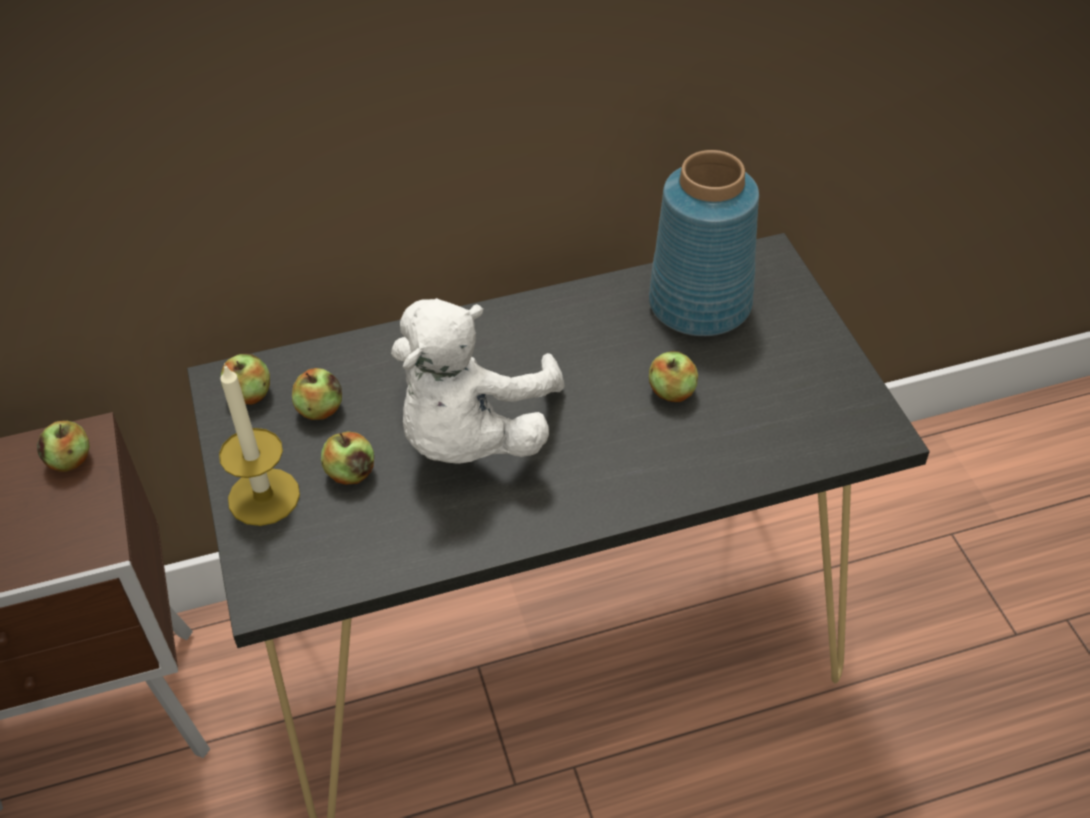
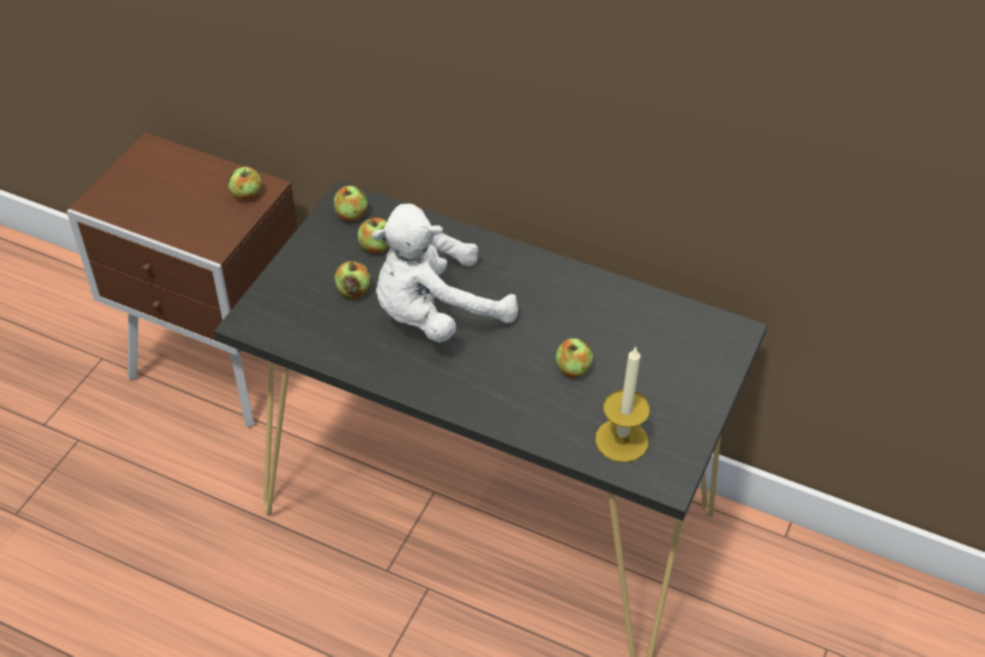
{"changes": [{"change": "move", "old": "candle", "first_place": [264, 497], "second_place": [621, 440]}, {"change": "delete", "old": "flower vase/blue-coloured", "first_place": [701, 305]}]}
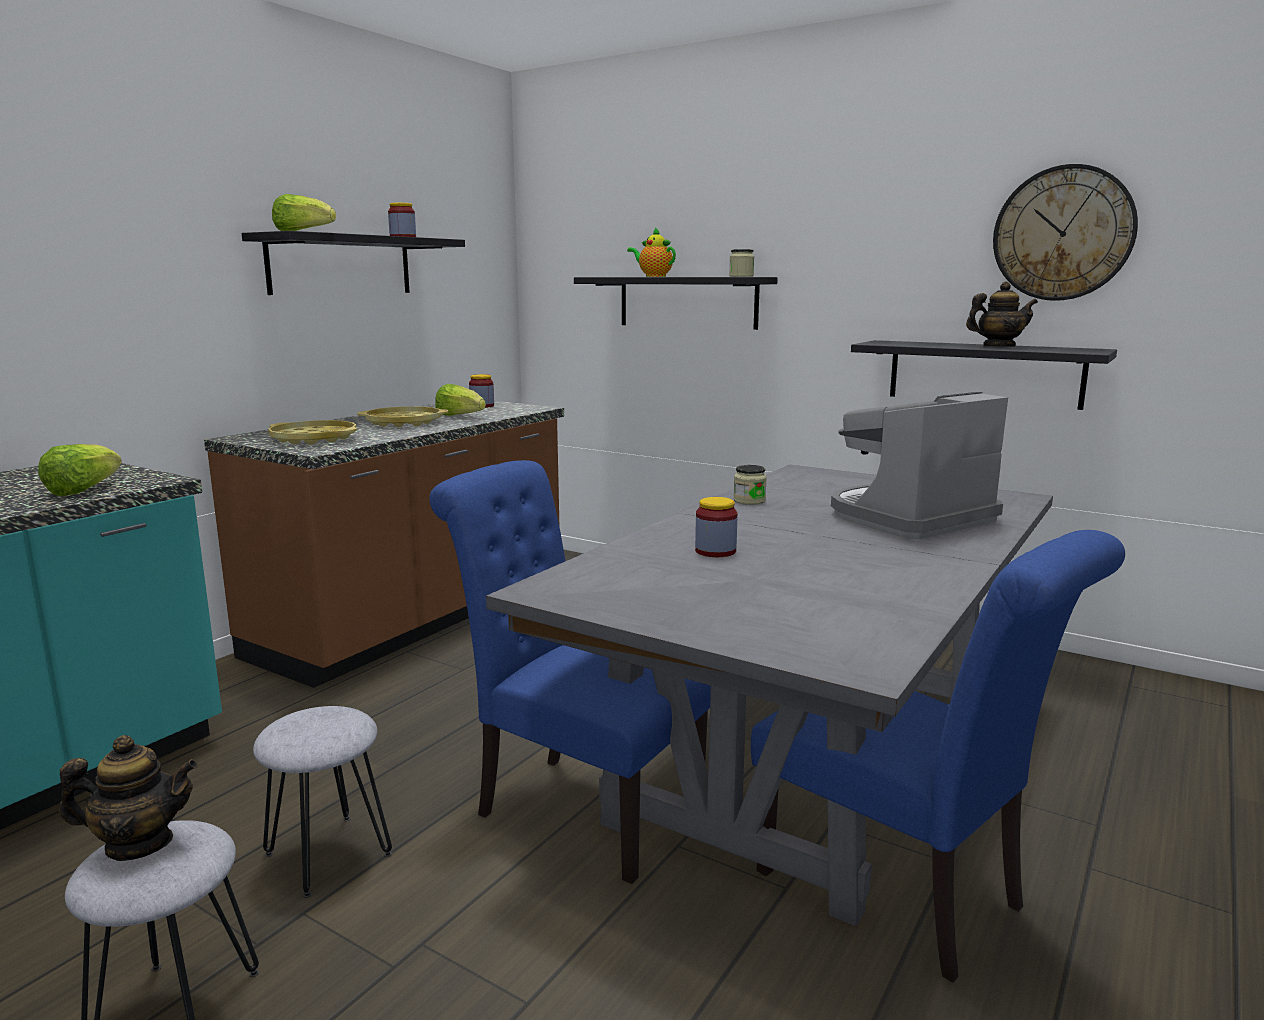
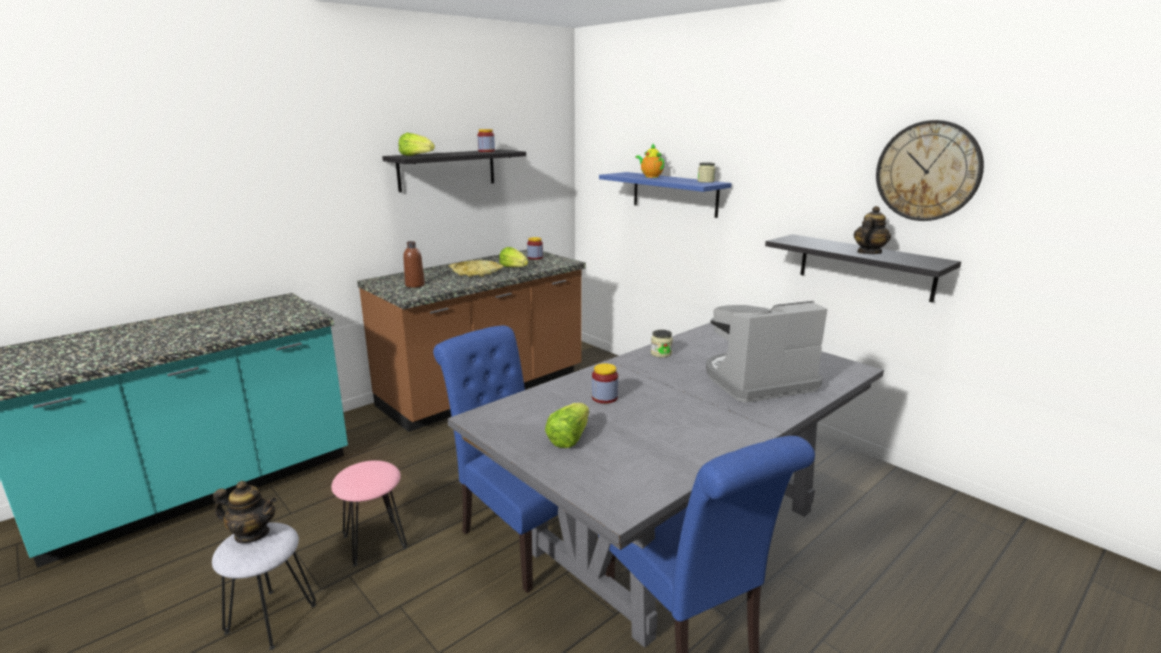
{"changes": [{"change": "recolor", "old": "stool/greyish", "new": "stool/pink", "first_place": [328, 855], "second_place": [375, 542]}, {"change": "replace", "old": "carrying tray/yellowish", "new": "beverage bottle/brownish", "first_place": [314, 439], "second_place": [415, 285]}, {"change": "move", "old": "lettuce", "first_place": [83, 490], "second_place": [569, 438]}, {"change": "recolor", "old": "shelf/black-coloured", "new": "shelf/blue-coloured", "first_place": [687, 302], "second_place": [674, 194]}, {"change": "rotate", "old": "teapot", "first_place": [998, 347], "second_place": [868, 252], "degrees": -60}]}
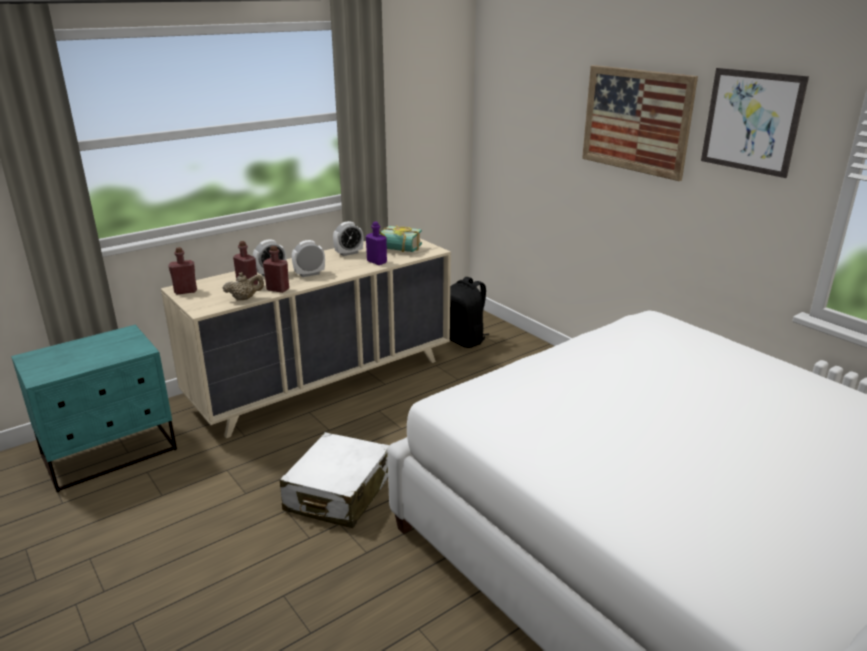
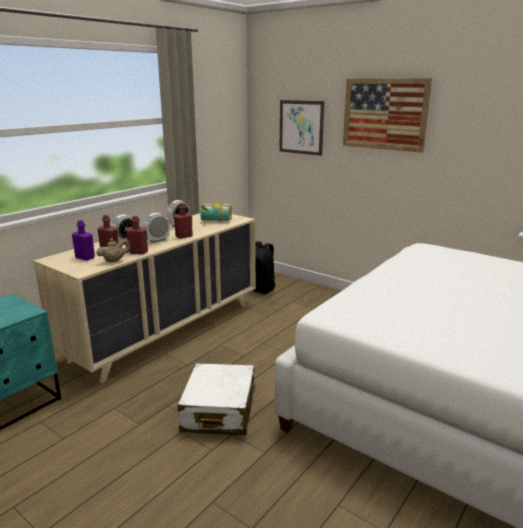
{"changes": [{"change": "move", "old": "beverage bottle/purple", "first_place": [377, 262], "second_place": [85, 258]}, {"change": "move", "old": "beverage bottle/red", "first_place": [185, 291], "second_place": [184, 236]}, {"change": "move", "old": "wall picture", "first_place": [751, 121], "second_place": [301, 127]}]}
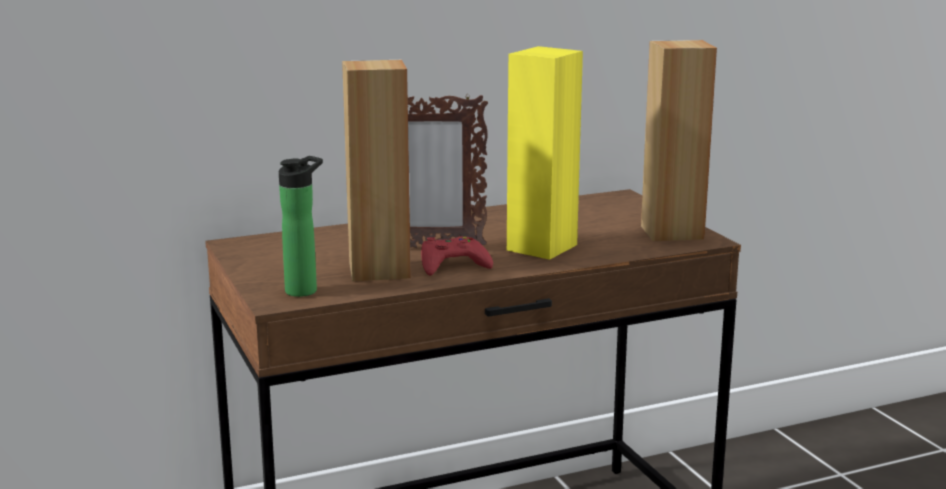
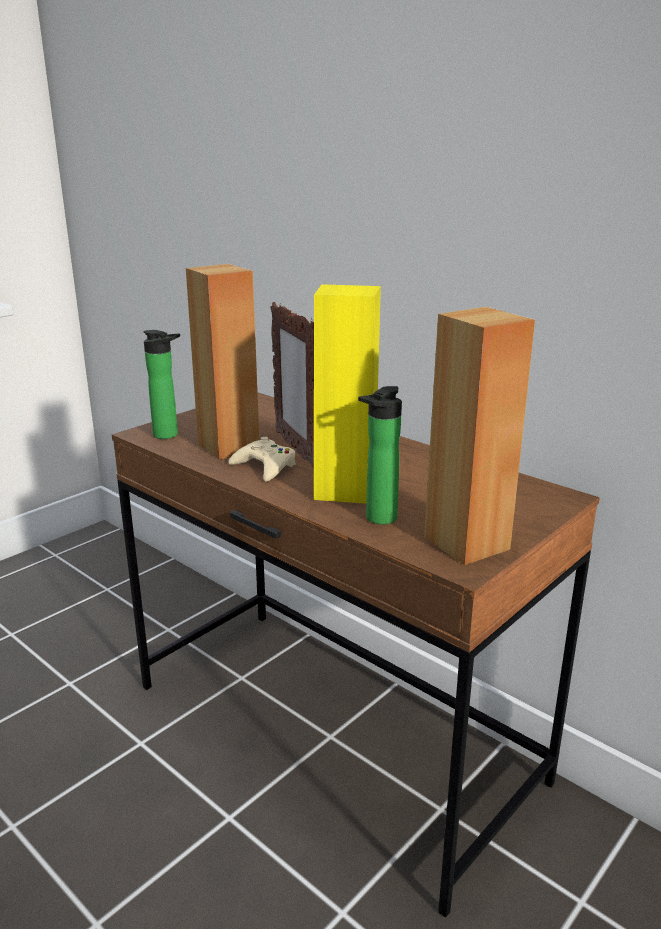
{"changes": [{"change": "recolor", "old": "joypad/red", "new": "joypad/beige-coloured", "first_place": [452, 264], "second_place": [265, 466]}, {"change": "insert", "new": "beverage bottle", "second_place": [378, 519]}]}
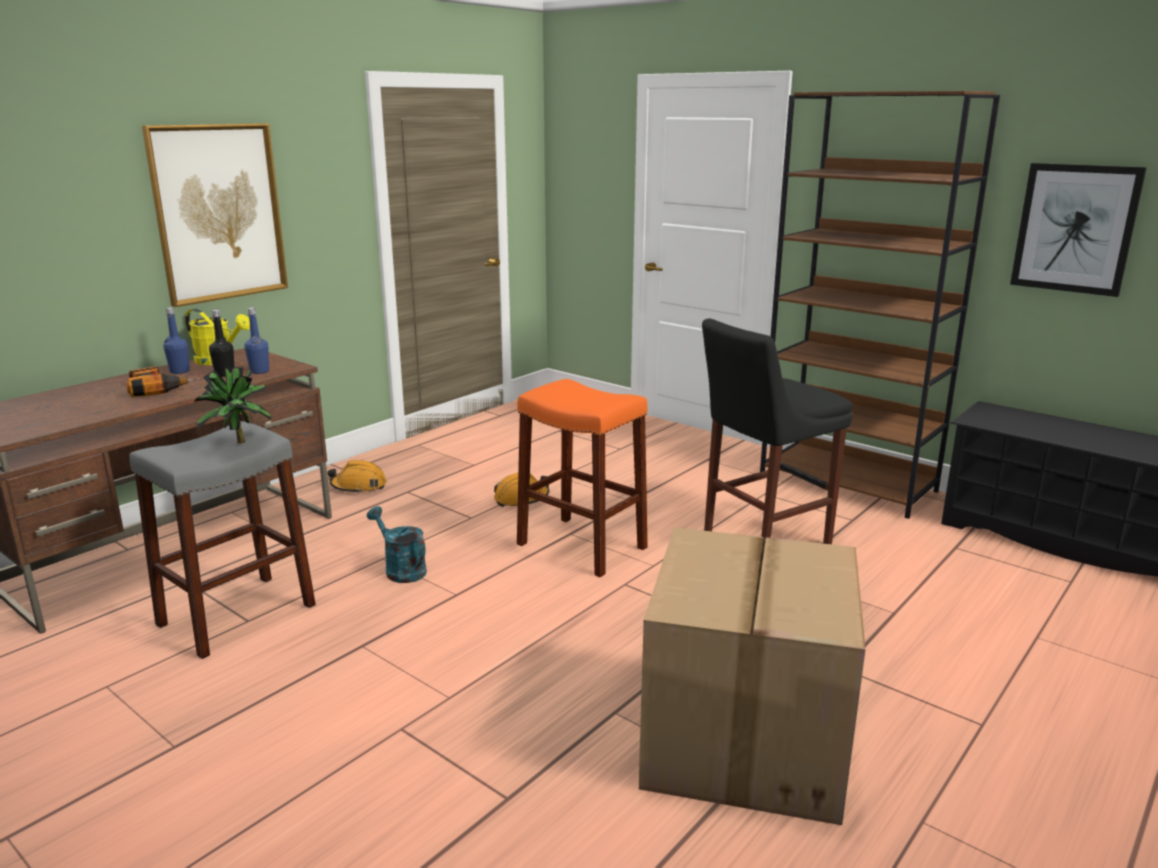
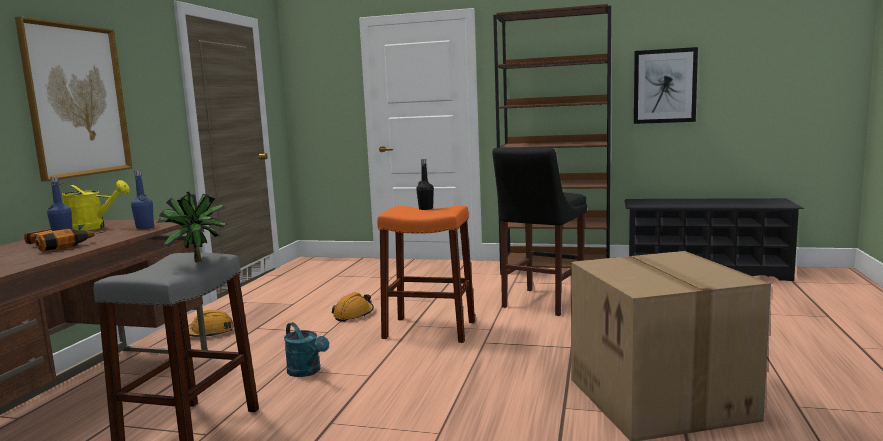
{"changes": [{"change": "rotate", "old": "watering can/turquoise", "first_place": [401, 569], "second_place": [307, 372], "degrees": -150}, {"change": "move", "old": "beverage bottle/black-coloured", "first_place": [225, 374], "second_place": [425, 208]}]}
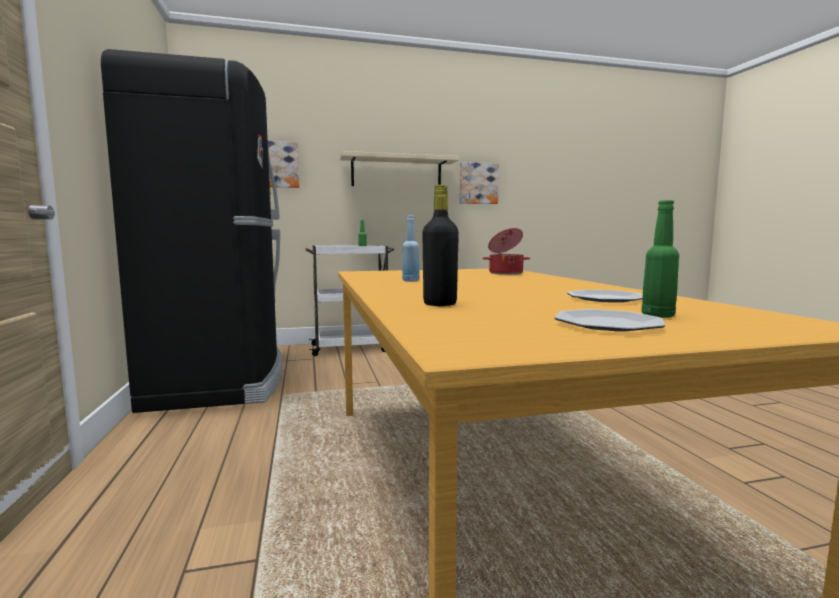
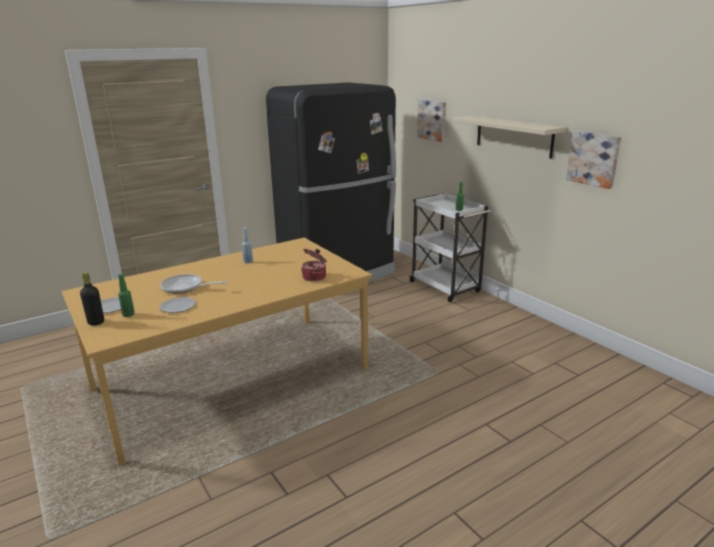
{"changes": [{"change": "move", "old": "beverage bottle/black-coloured", "first_place": [440, 304], "second_place": [96, 322]}, {"change": "insert", "new": "pan", "second_place": [185, 288]}]}
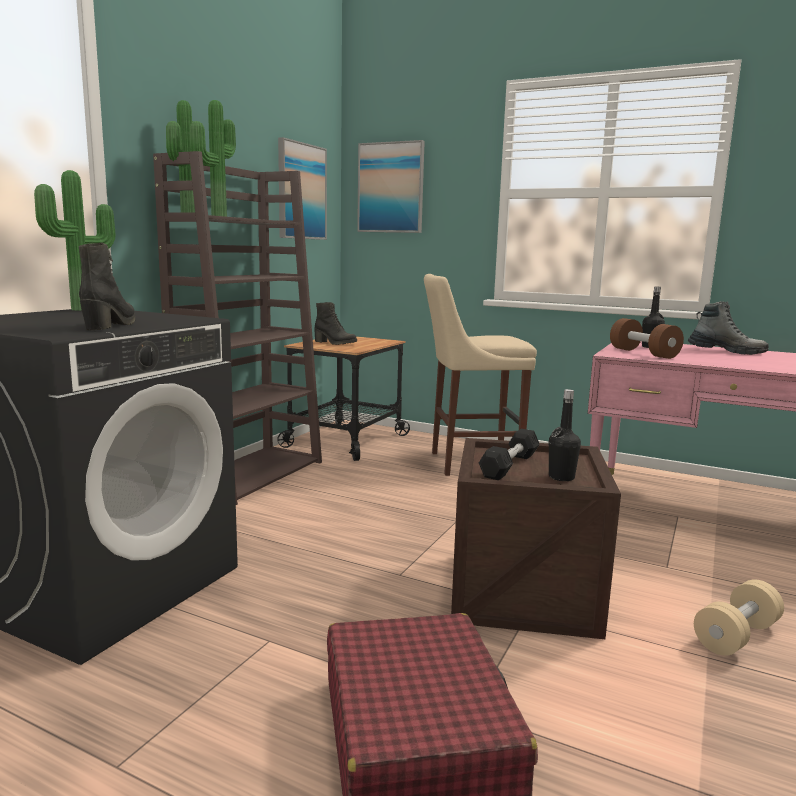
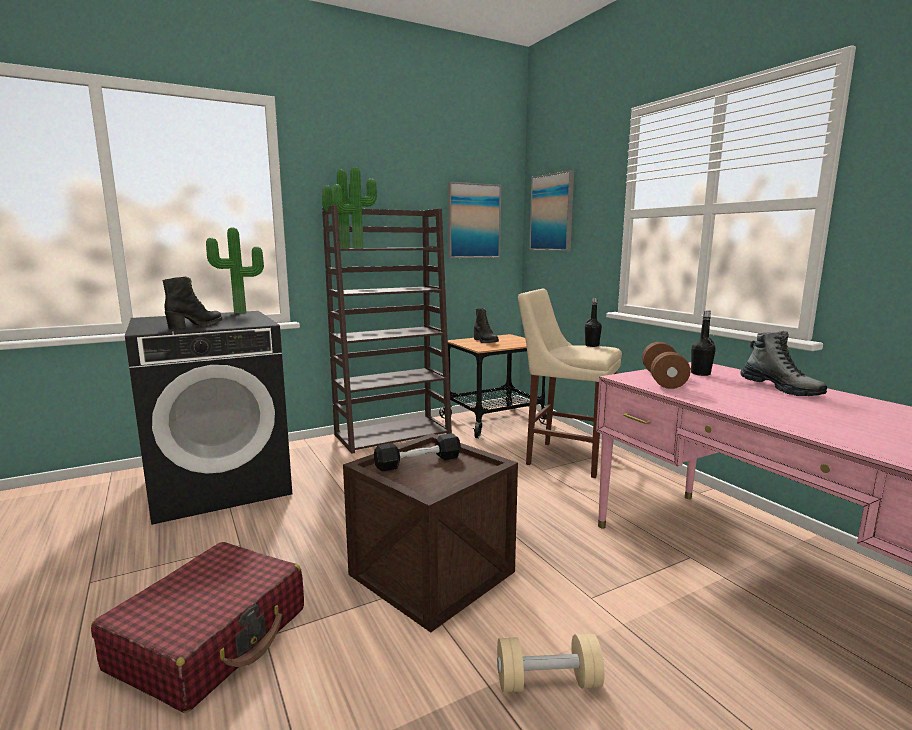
{"changes": [{"change": "move", "old": "beverage bottle/black-coloured", "first_place": [561, 477], "second_place": [592, 345]}]}
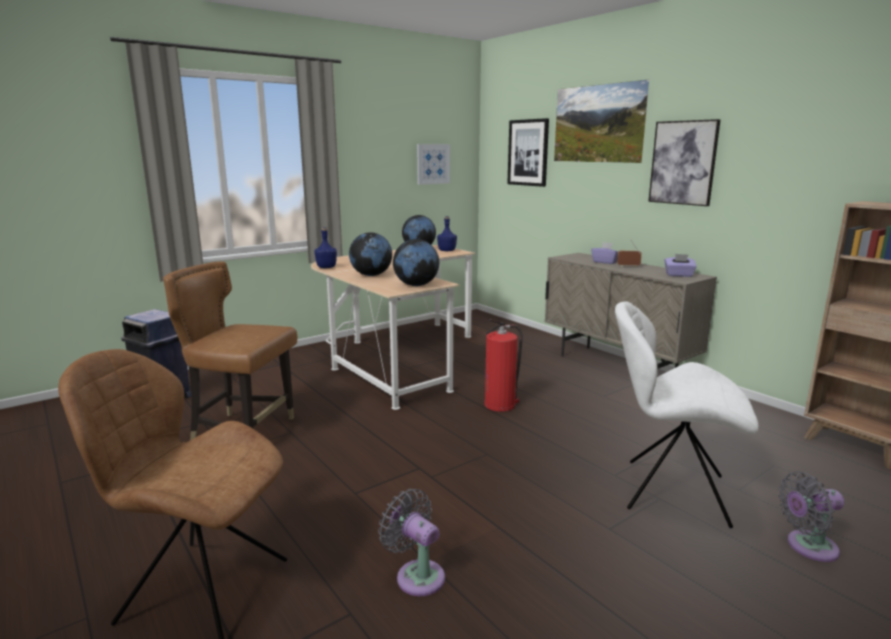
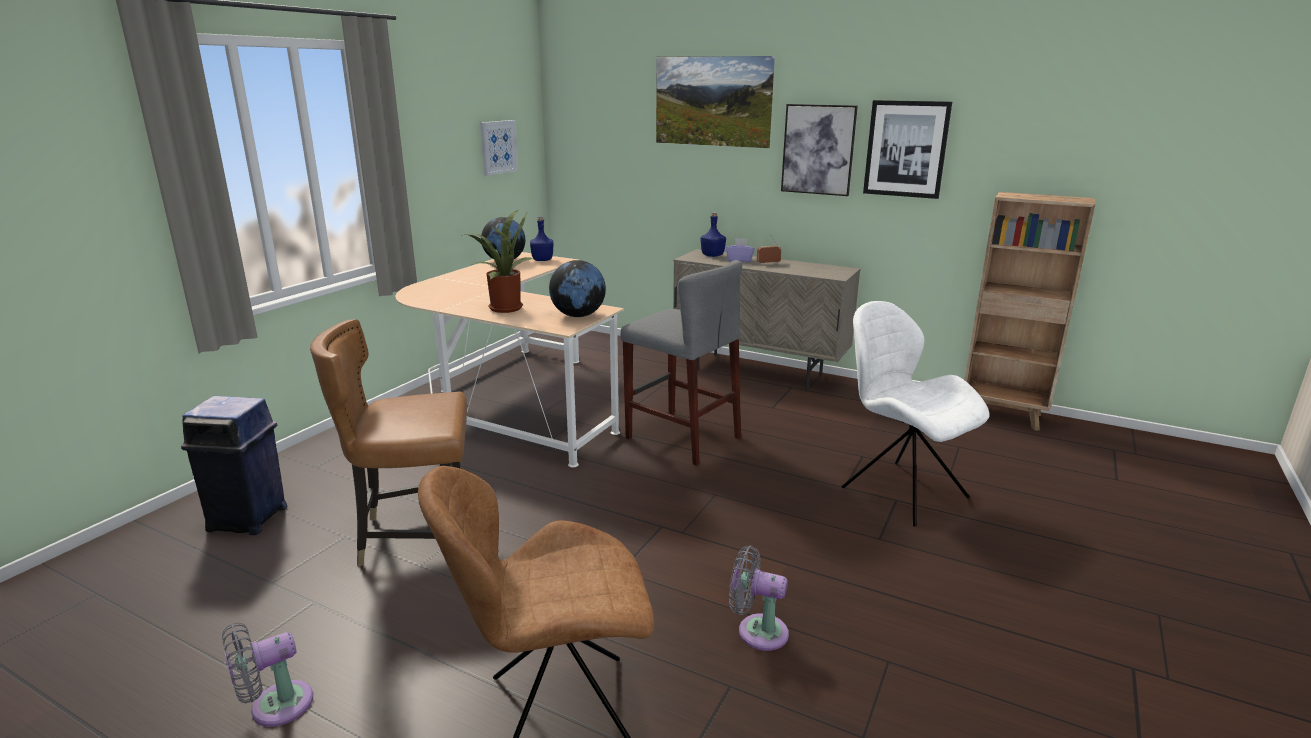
{"changes": [{"change": "move", "old": "cooling fan/greyish", "first_place": [807, 547], "second_place": [275, 707]}, {"change": "replace", "old": "world globe", "new": "potted plant", "first_place": [371, 275], "second_place": [503, 308]}, {"change": "replace", "old": "fire extinguisher", "new": "stool/greyish", "first_place": [501, 404], "second_place": [682, 437]}, {"change": "move", "old": "beverage bottle/blue-coloured", "first_place": [326, 267], "second_place": [713, 255]}, {"change": "rotate", "old": "upright chair/whitish", "first_place": [670, 491], "second_place": [900, 490], "degrees": 60}, {"change": "move", "old": "wall picture", "first_place": [528, 152], "second_place": [906, 149]}, {"change": "delete", "old": "tissue box/purple", "first_place": [679, 275]}]}
